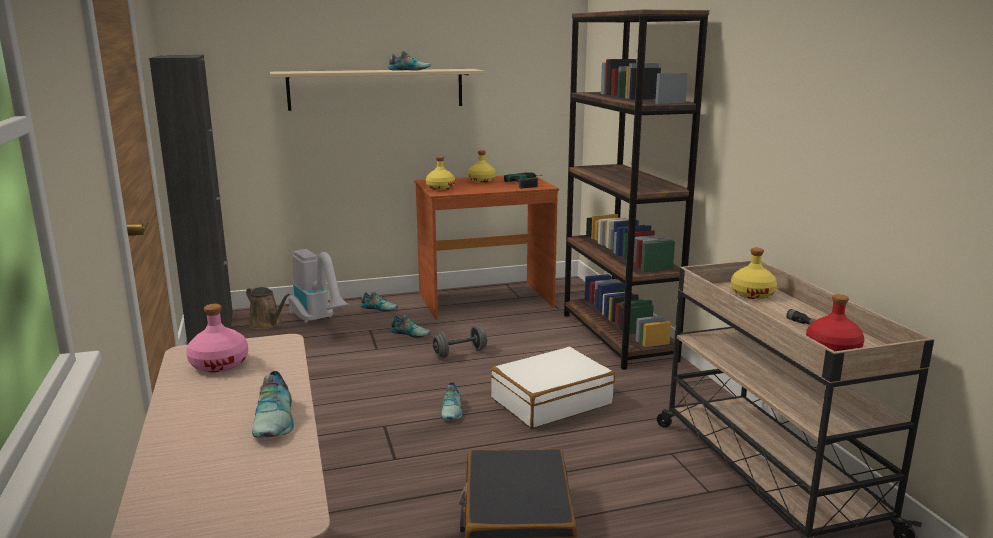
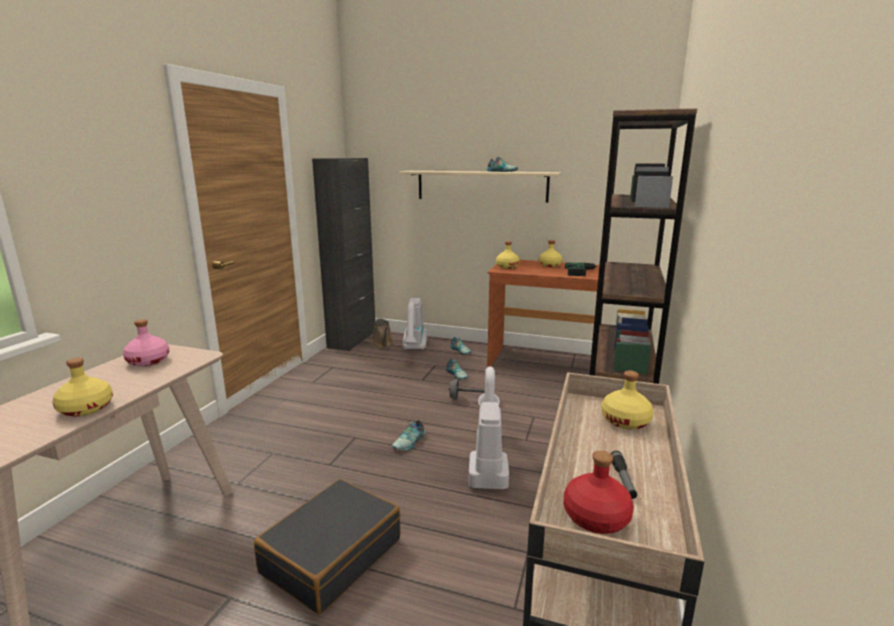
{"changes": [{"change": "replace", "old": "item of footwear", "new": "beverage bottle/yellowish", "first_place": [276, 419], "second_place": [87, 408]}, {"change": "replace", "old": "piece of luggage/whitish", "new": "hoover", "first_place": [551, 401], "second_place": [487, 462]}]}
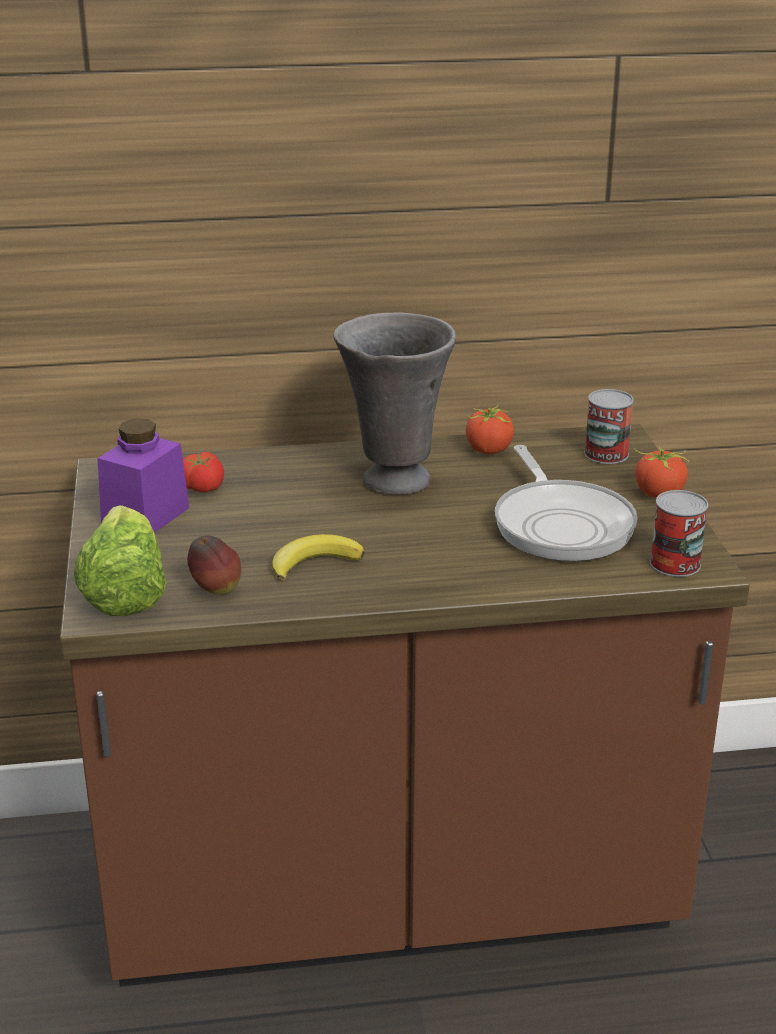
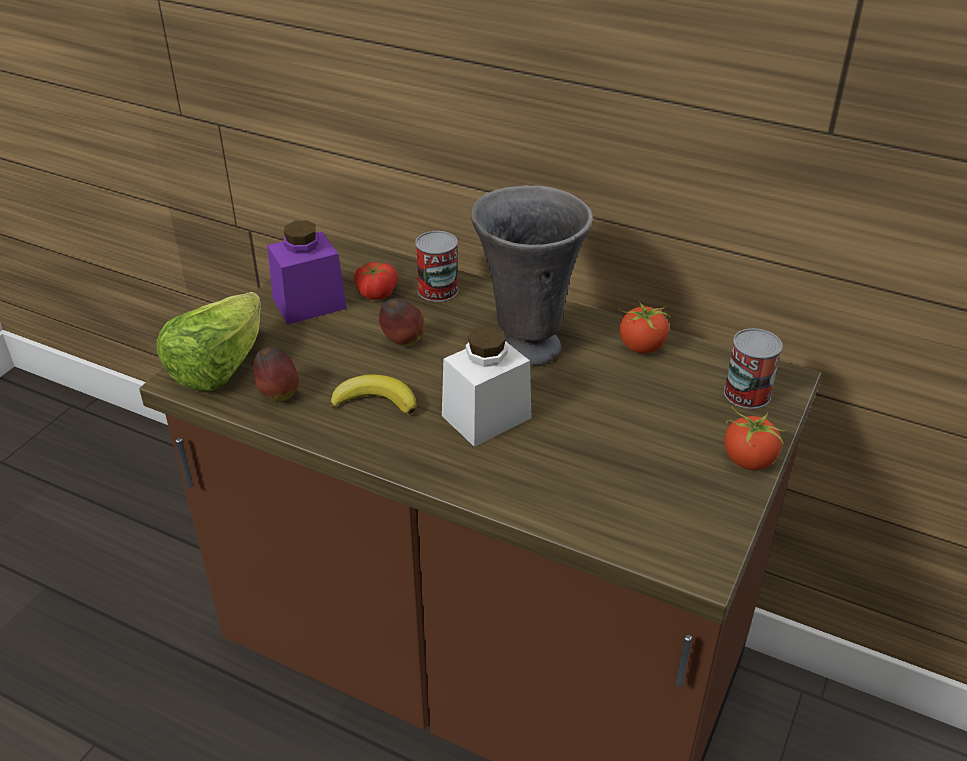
{"changes": [{"change": "insert", "new": "apple fruit", "second_place": [402, 342]}, {"change": "move", "old": "metal can", "first_place": [675, 563], "second_place": [438, 290]}, {"change": "insert", "new": "storage jar/whitish", "second_place": [486, 417]}, {"change": "delete", "old": "pan", "first_place": [561, 524]}]}
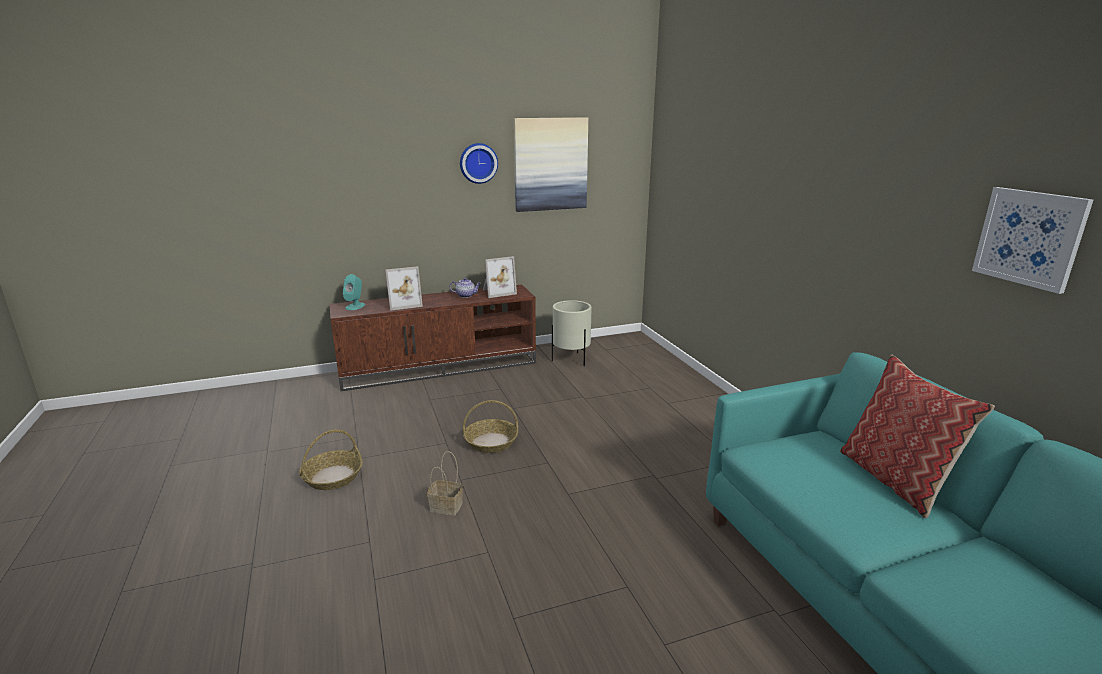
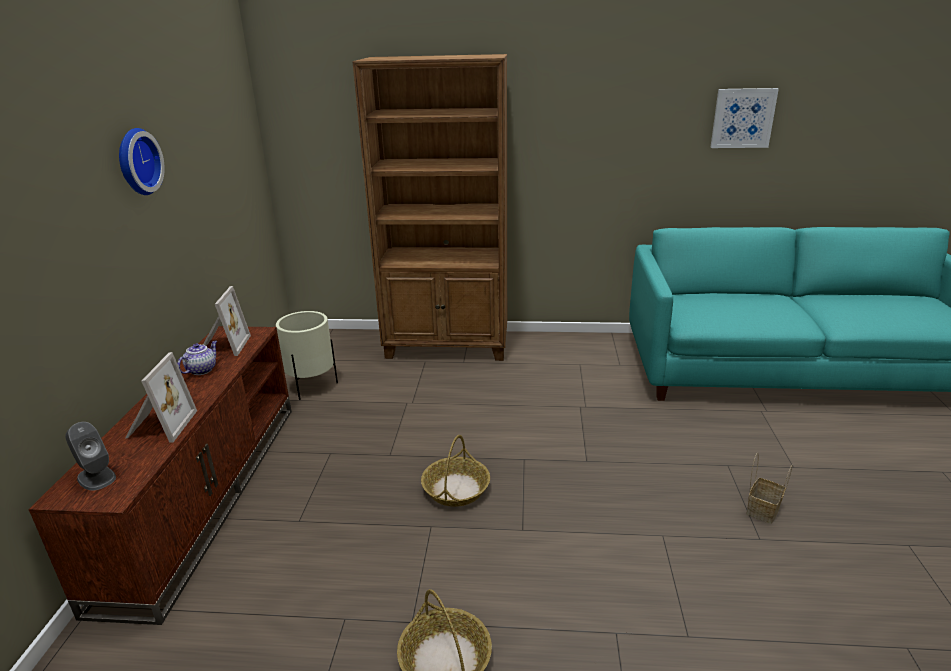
{"changes": [{"change": "recolor", "old": "loudspeaker/turquoise", "new": "loudspeaker/greyish", "first_place": [355, 306], "second_place": [96, 477]}, {"change": "insert", "new": "shelving unit/brownish", "second_place": [448, 346]}, {"change": "move", "old": "household basket", "first_place": [447, 506], "second_place": [762, 509]}, {"change": "delete", "old": "wall picture", "first_place": [550, 164]}, {"change": "delete", "old": "cushion", "first_place": [895, 480]}]}
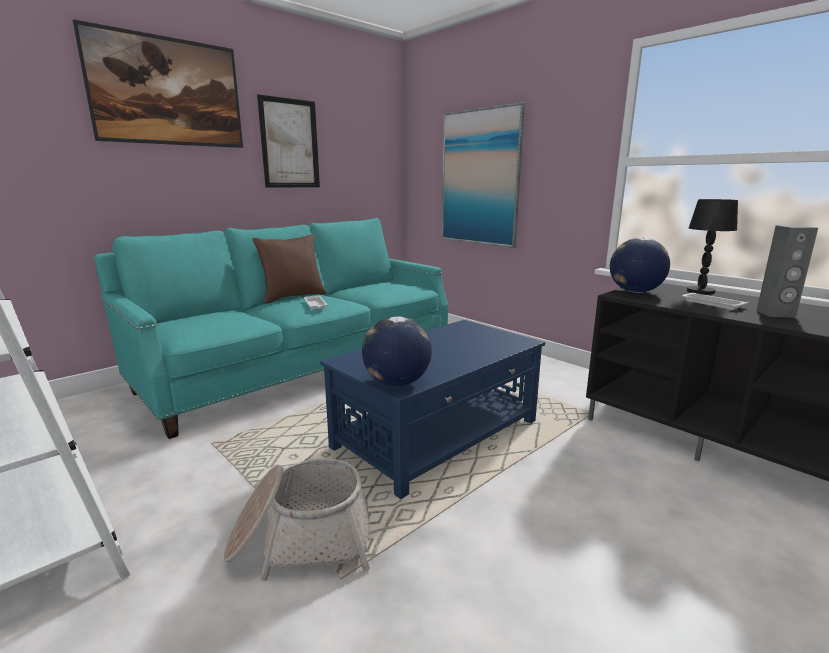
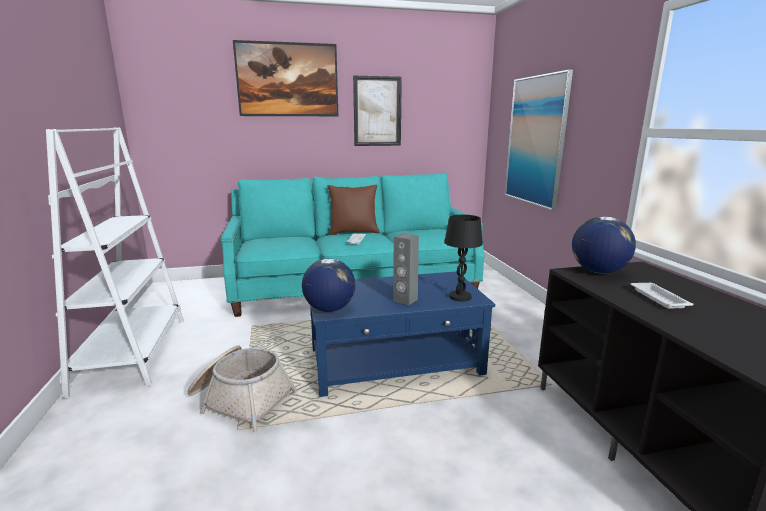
{"changes": [{"change": "move", "old": "loudspeaker/greyish", "first_place": [776, 314], "second_place": [405, 300]}, {"change": "move", "old": "lamp for a table/black-coloured", "first_place": [700, 291], "second_place": [460, 297]}]}
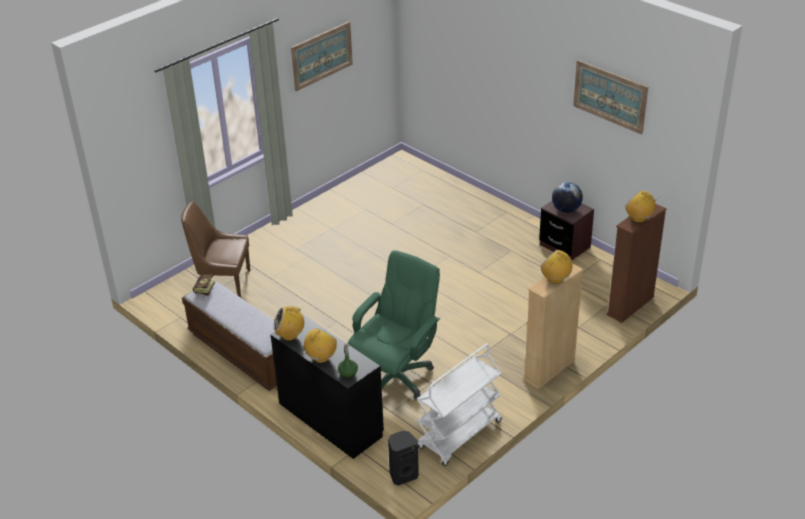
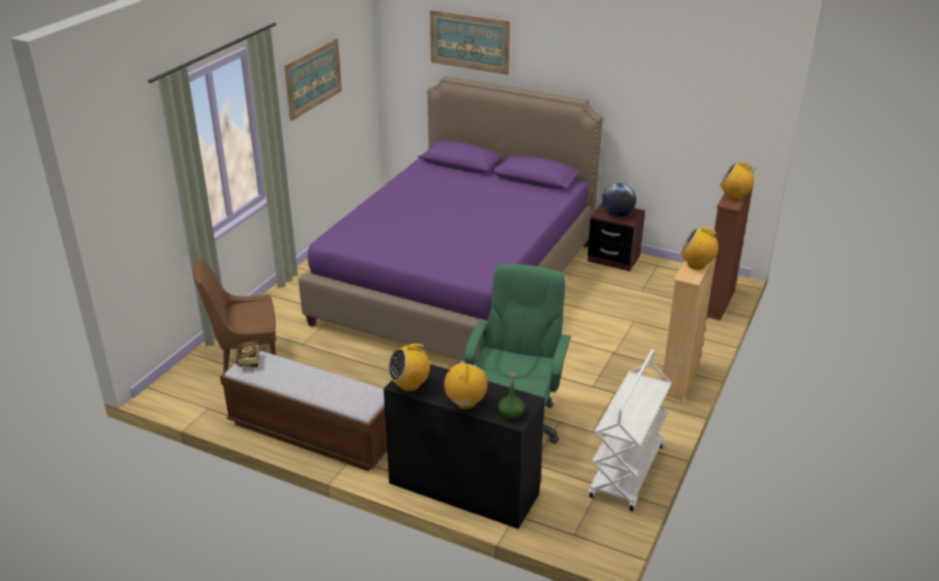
{"changes": [{"change": "insert", "new": "sleeping bed/purple", "second_place": [458, 282]}, {"change": "move", "old": "wall picture", "first_place": [610, 96], "second_place": [469, 42]}, {"change": "delete", "old": "loudspeaker/black-coloured", "first_place": [403, 475]}]}
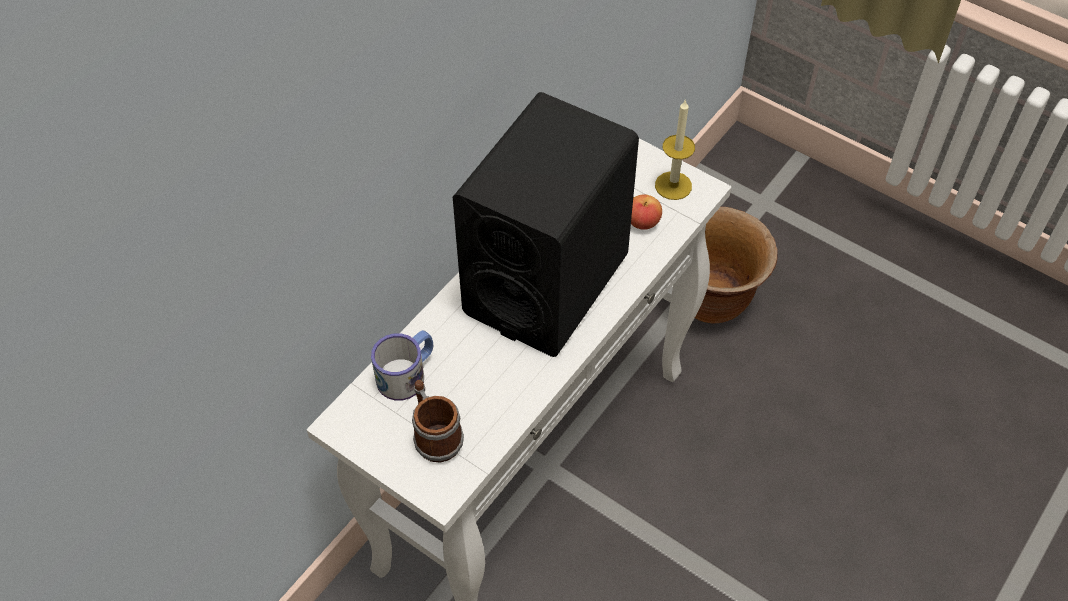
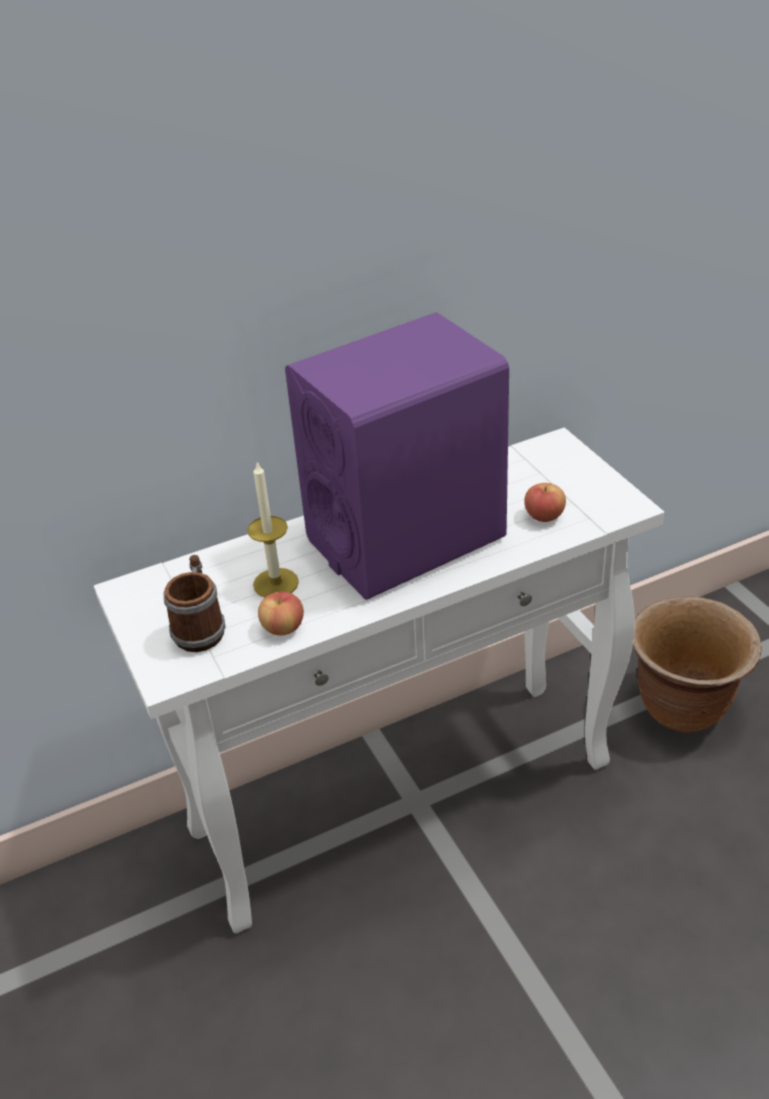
{"changes": [{"change": "move", "old": "candle", "first_place": [673, 185], "second_place": [276, 583]}, {"change": "insert", "new": "apple fruit", "second_place": [283, 628]}, {"change": "recolor", "old": "loudspeaker/black-coloured", "new": "loudspeaker/purple", "first_place": [546, 283], "second_place": [406, 539]}, {"change": "delete", "old": "coffee mug", "first_place": [407, 374]}]}
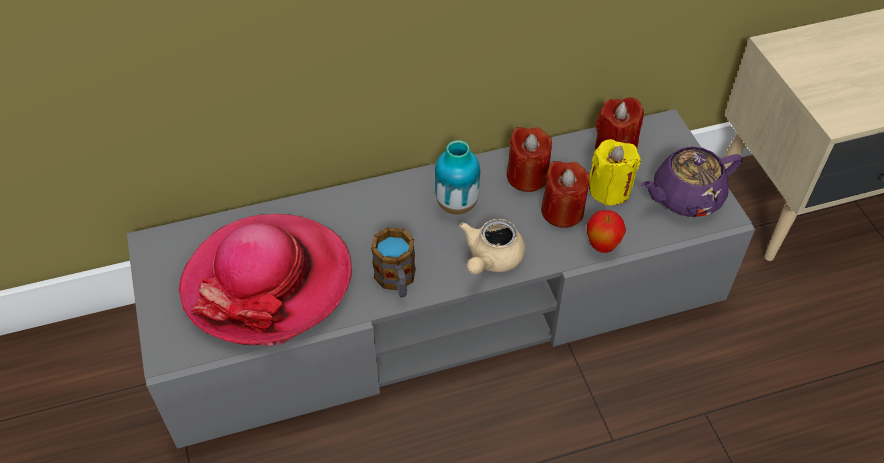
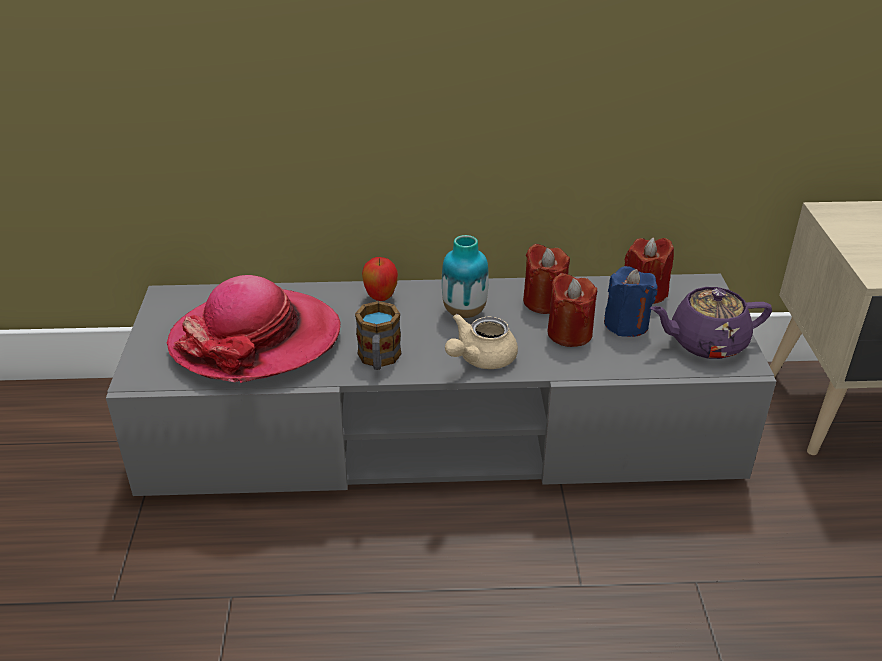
{"changes": [{"change": "move", "old": "apple fruit", "first_place": [602, 246], "second_place": [380, 298]}, {"change": "recolor", "old": "candle/yellowish", "new": "candle/blue-coloured", "first_place": [609, 189], "second_place": [626, 324]}]}
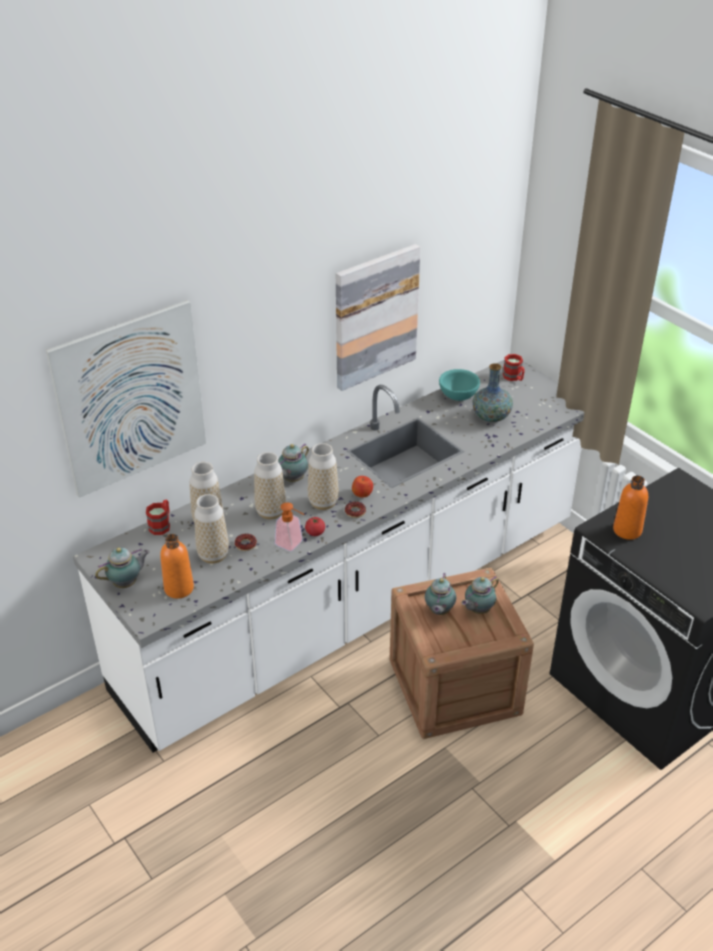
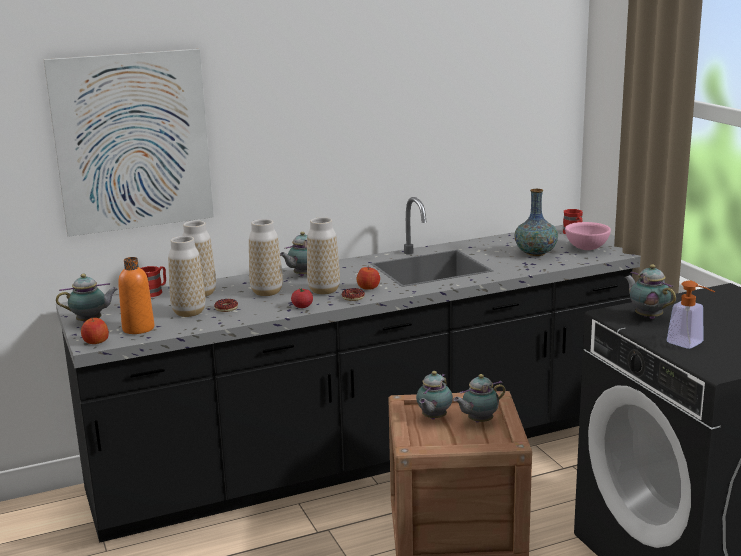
{"changes": [{"change": "recolor", "old": "counter/whitish", "new": "counter/black-coloured", "first_place": [356, 606], "second_place": [375, 455]}, {"change": "insert", "new": "apple fruit", "second_place": [95, 342]}, {"change": "insert", "new": "bowl/pink", "second_place": [587, 248]}, {"change": "replace", "old": "beverage bottle/orangey", "new": "teapot", "first_place": [627, 530], "second_place": [647, 317]}, {"change": "move", "old": "soap dispenser", "first_place": [292, 544], "second_place": [690, 344]}, {"change": "delete", "old": "wall picture", "first_place": [375, 317]}, {"change": "delete", "old": "bowl/turquoise", "first_place": [459, 396]}]}
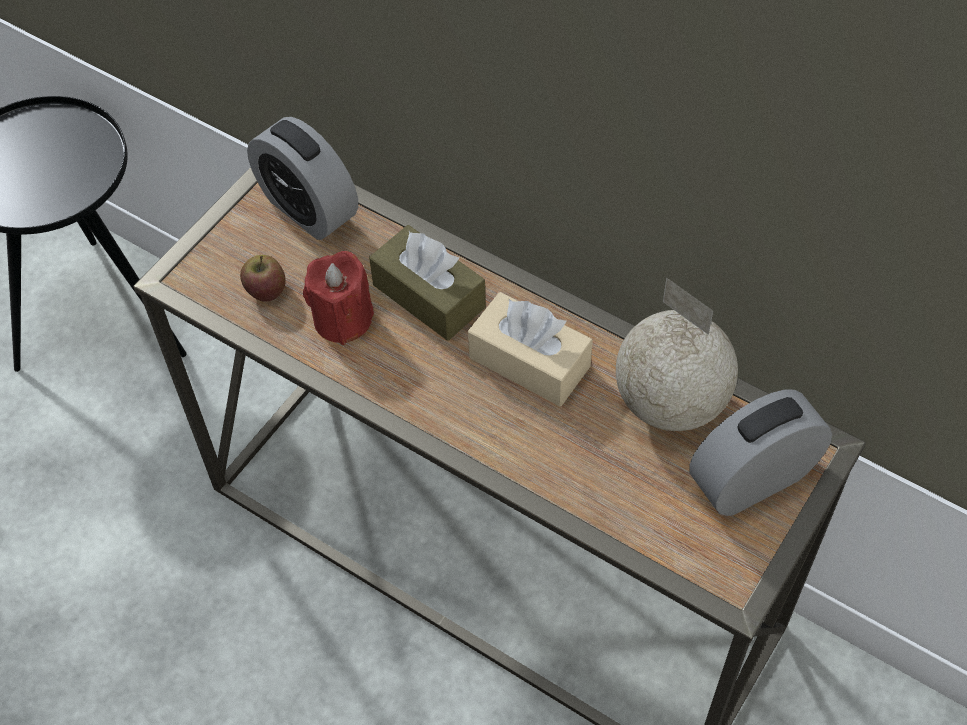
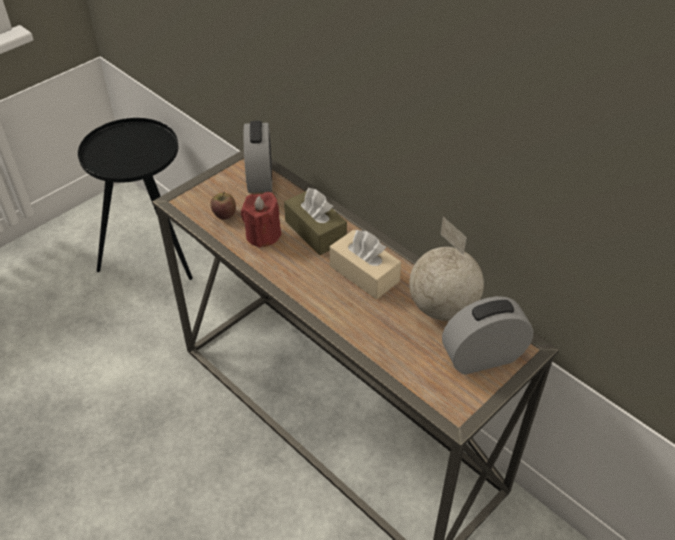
{"changes": [{"change": "rotate", "old": "table clock", "first_place": [308, 209], "second_place": [260, 178], "degrees": -150}]}
